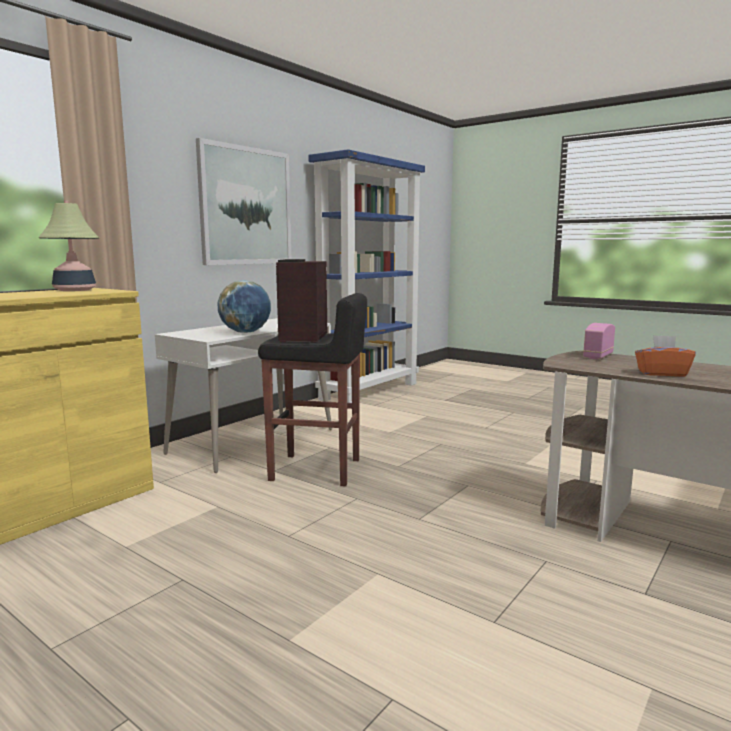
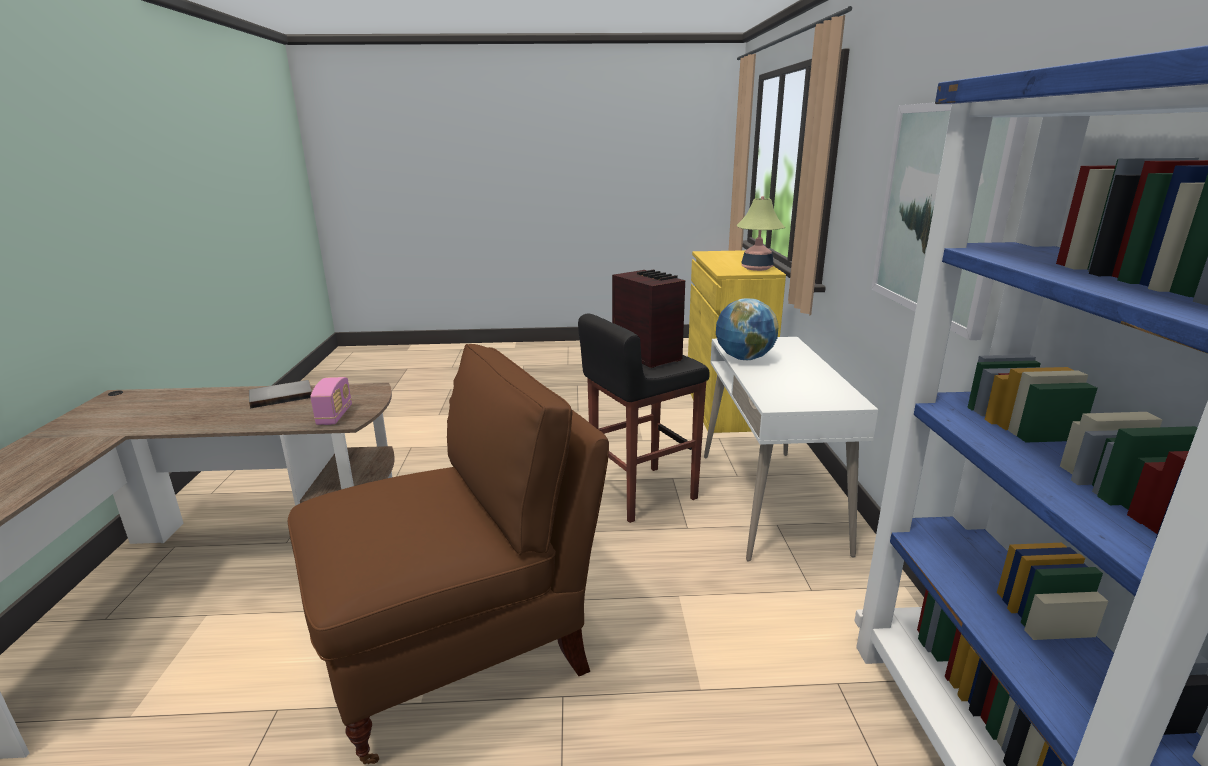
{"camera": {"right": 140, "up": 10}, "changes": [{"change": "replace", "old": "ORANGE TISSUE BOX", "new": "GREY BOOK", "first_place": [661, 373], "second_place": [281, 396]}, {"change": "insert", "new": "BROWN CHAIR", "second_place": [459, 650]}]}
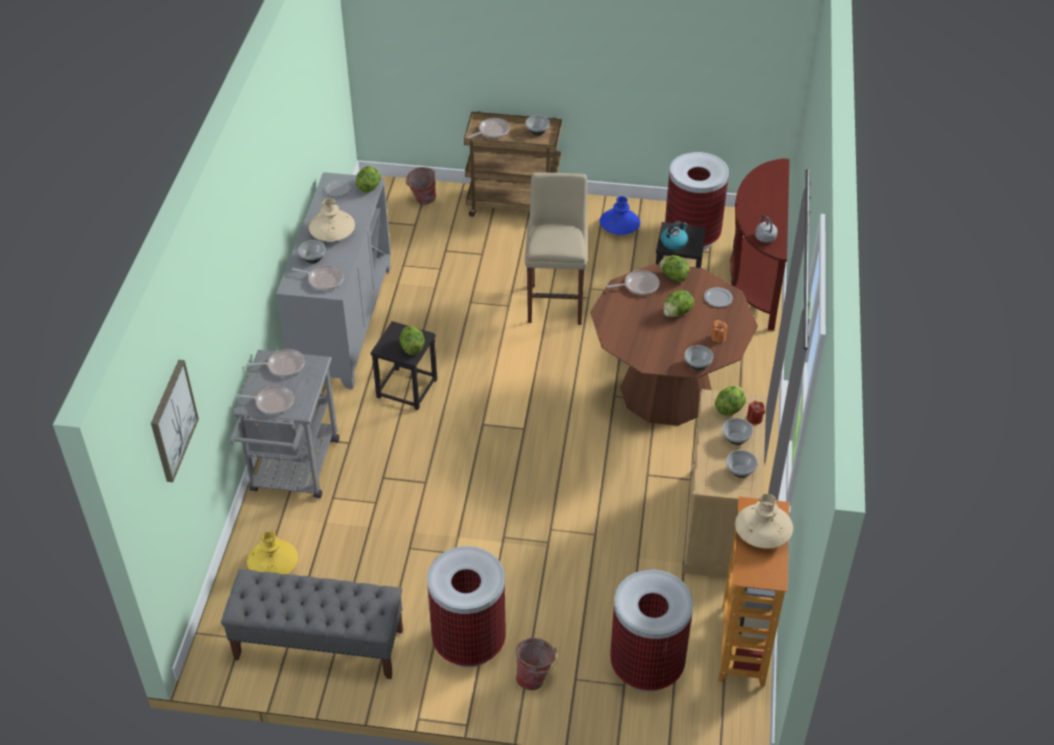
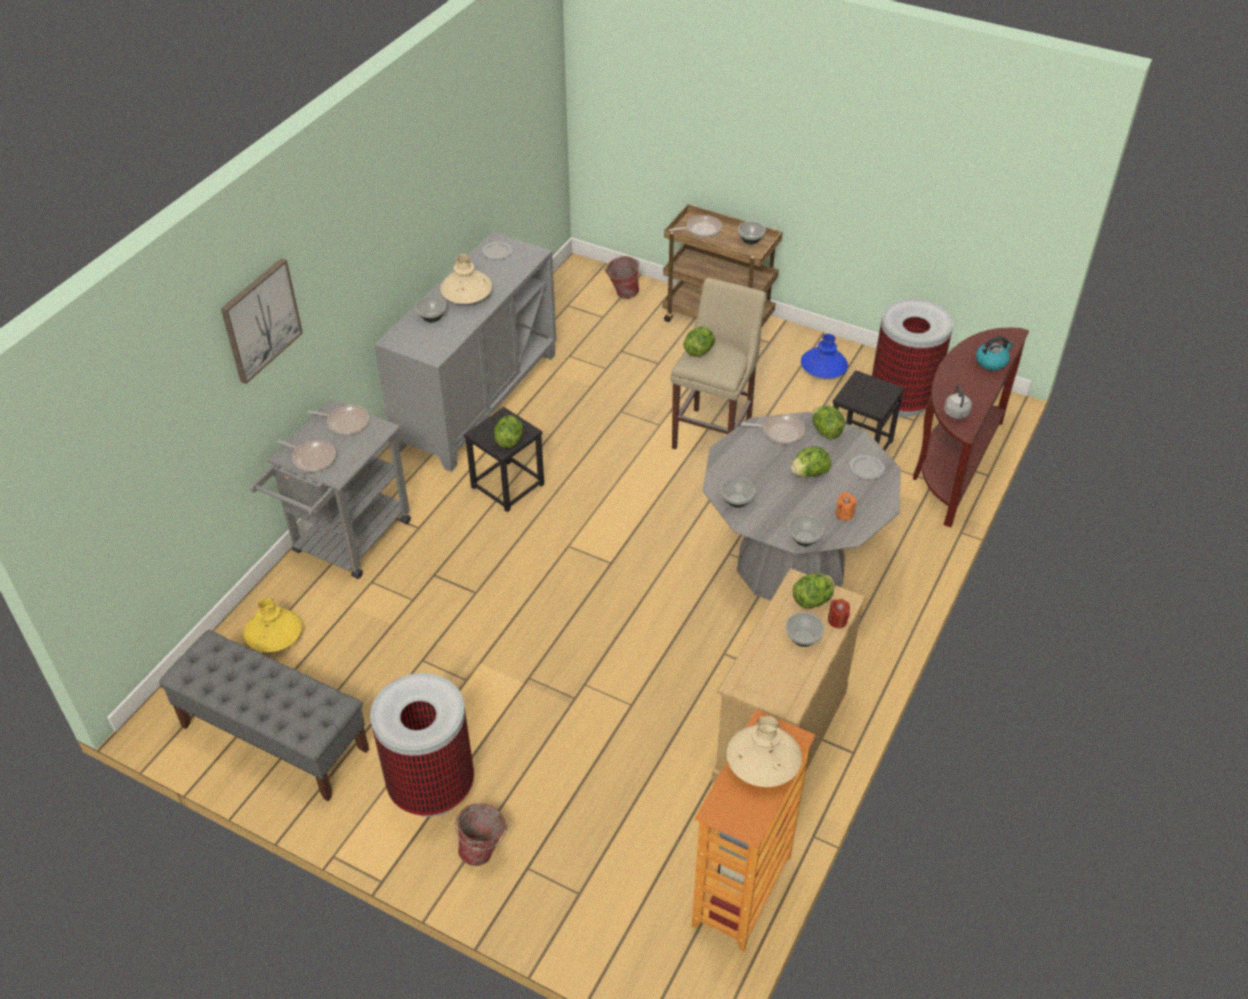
{"camera": {"right": 20, "up": 0}, "changes": [{"change": "move", "old": "LETTUCE", "first_place": [369, 187], "second_place": [699, 351]}, {"change": "move", "old": "KETTLE", "first_place": [674, 242], "second_place": [991, 362]}, {"change": "recolor", "old": "BROWN DINING TABLE", "new": "GREY DINING TABLE", "first_place": [666, 391], "second_place": [791, 564]}, {"change": "delete", "old": "FRYING PAN", "first_place": [324, 280]}, {"change": "move", "old": "PICTURE", "first_place": [172, 420], "second_place": [260, 320]}, {"change": "move", "old": "BOWL", "first_place": [740, 471], "second_place": [736, 501]}, {"change": "delete", "old": "TRASH CAN", "first_place": [646, 666]}]}
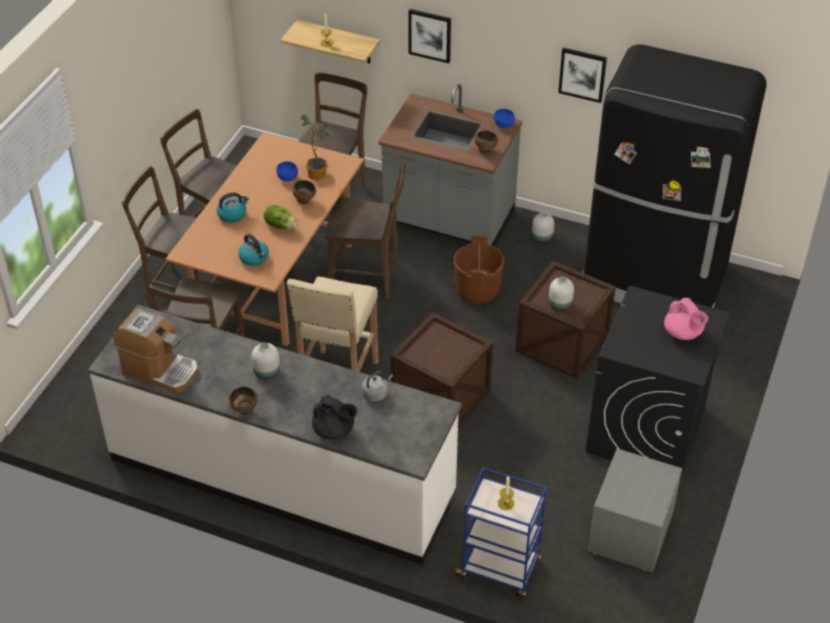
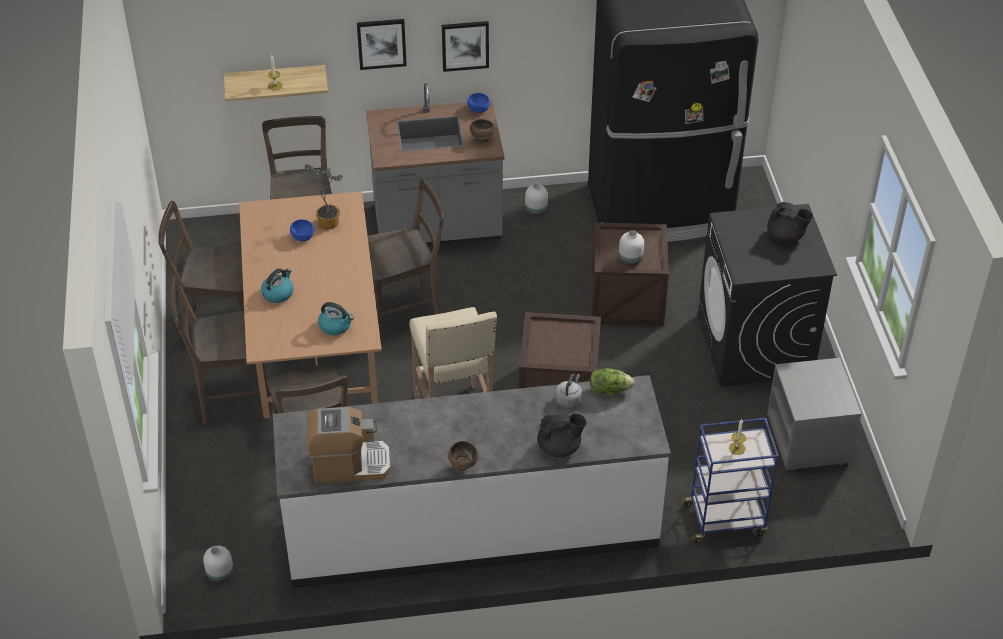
{"camera": {"right": -30, "up": 0}, "changes": [{"change": "move", "old": "PICTURE", "first_place": [582, 74], "second_place": [465, 45]}, {"change": "delete", "old": "BROWN BOWL", "first_place": [304, 201]}, {"change": "move", "old": "LETTUCE", "first_place": [280, 225], "second_place": [609, 389]}, {"change": "delete", "old": "BROWN BUCKET", "first_place": [477, 289]}, {"change": "recolor", "old": "PINK TEAPOT", "new": "BLACK TEAPOT", "first_place": [683, 333], "second_place": [786, 236]}, {"change": "move", "old": "WHITE VASE", "first_place": [266, 372], "second_place": [219, 574]}]}
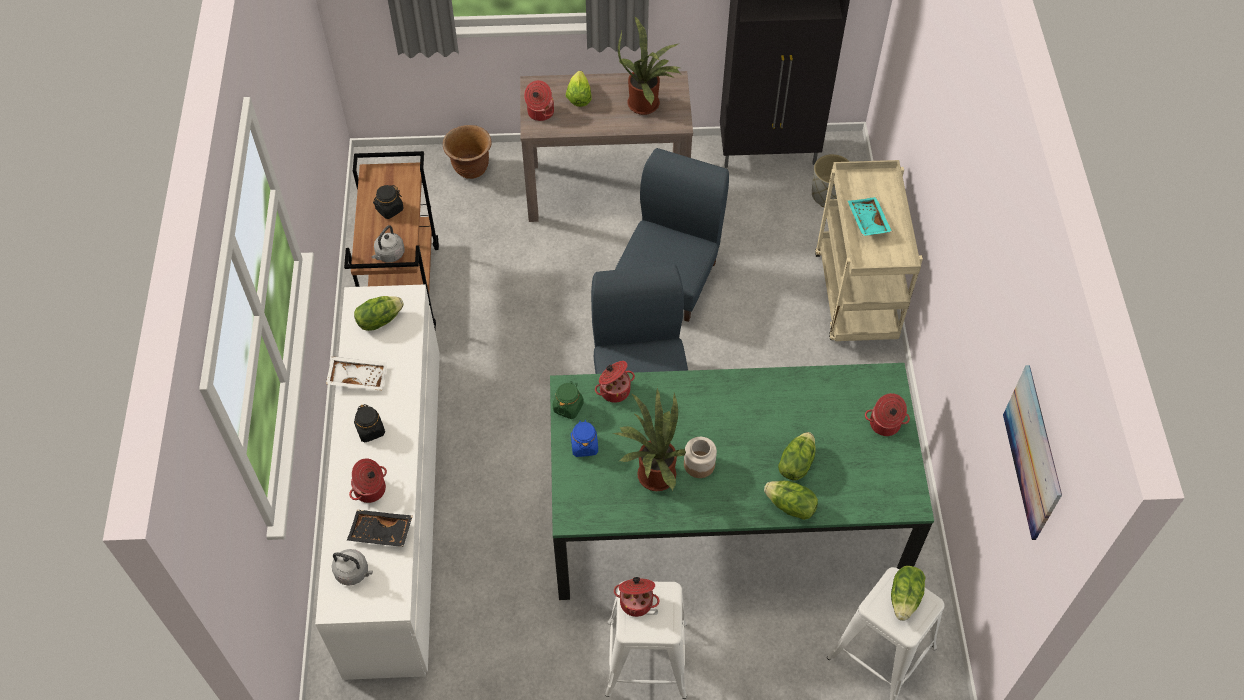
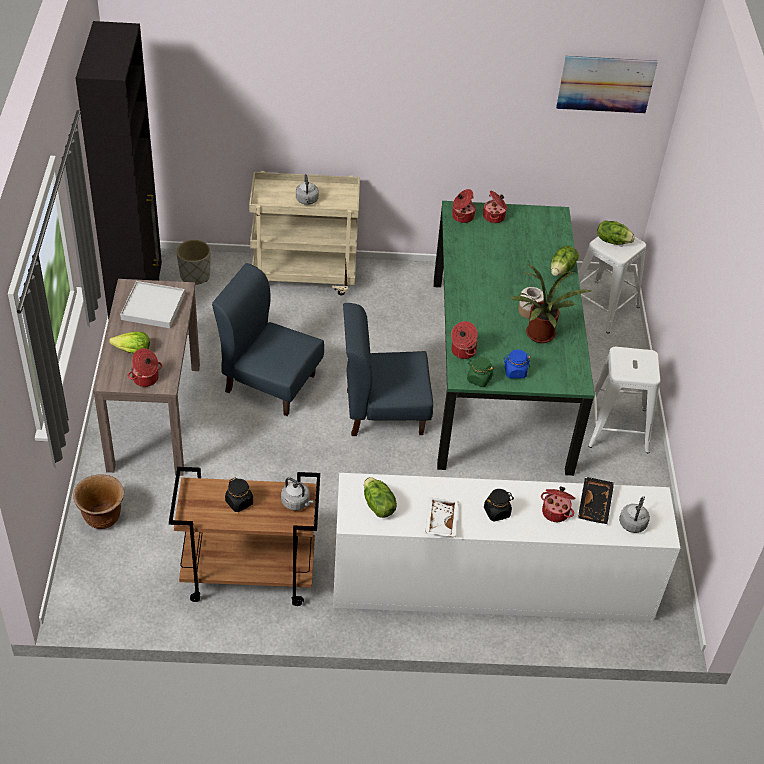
{"camera": {"right": -90, "up": -10}, "changes": [{"change": "replace", "old": "POTTED PLANT", "new": "WHITE TRAY", "first_place": [647, 104], "second_place": [153, 307]}, {"change": "replace", "old": "TURQUOISE TRAY", "new": "GREY KETTLE", "first_place": [867, 221], "second_place": [307, 200]}, {"change": "delete", "old": "LETTUCE", "first_place": [795, 464]}, {"change": "move", "old": "COOKING POT", "first_place": [636, 601], "second_place": [462, 216]}]}
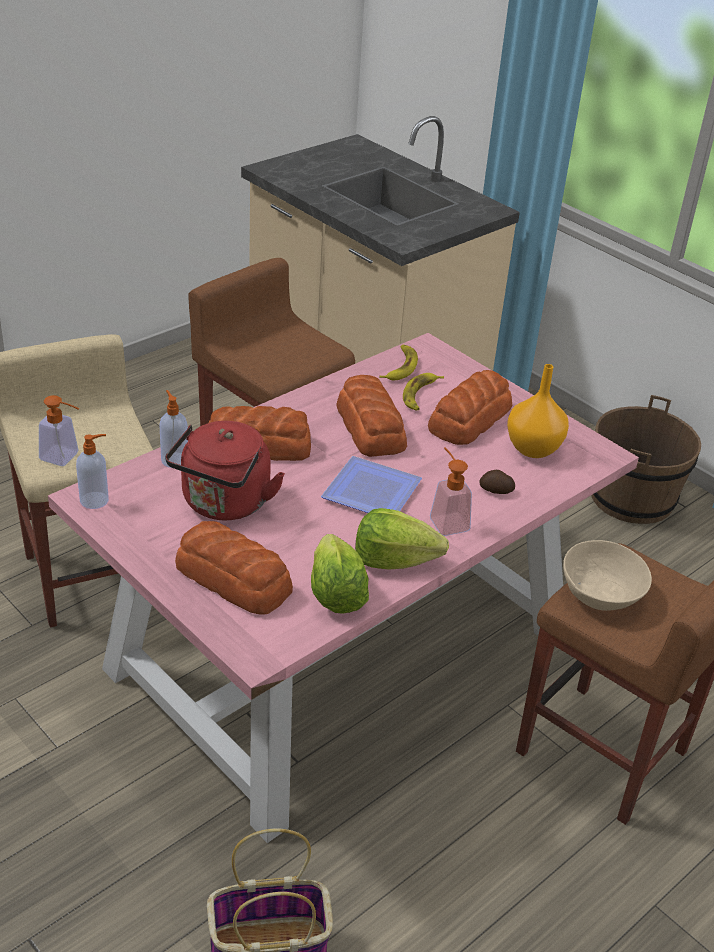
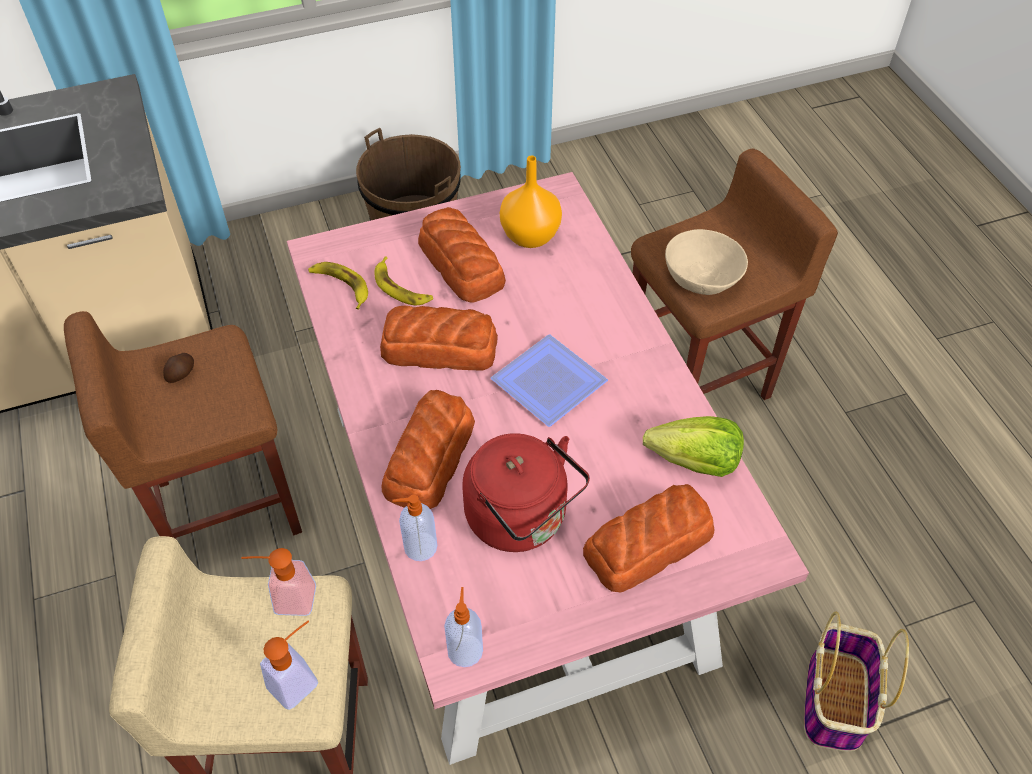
{"camera": {"right": -65, "up": 15}, "changes": [{"change": "move", "old": "SOAP DISPENSER", "first_place": [446, 520], "second_place": [286, 599]}, {"change": "move", "old": "POTATO", "first_place": [496, 491], "second_place": [182, 373]}, {"change": "delete", "old": "LETTUCE", "first_place": [394, 560]}]}
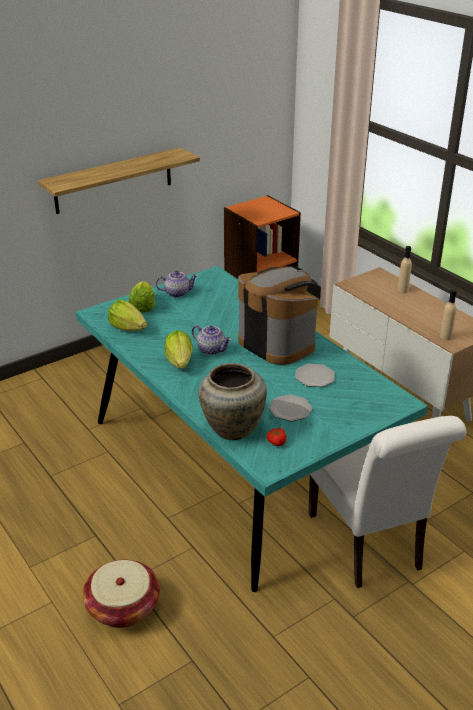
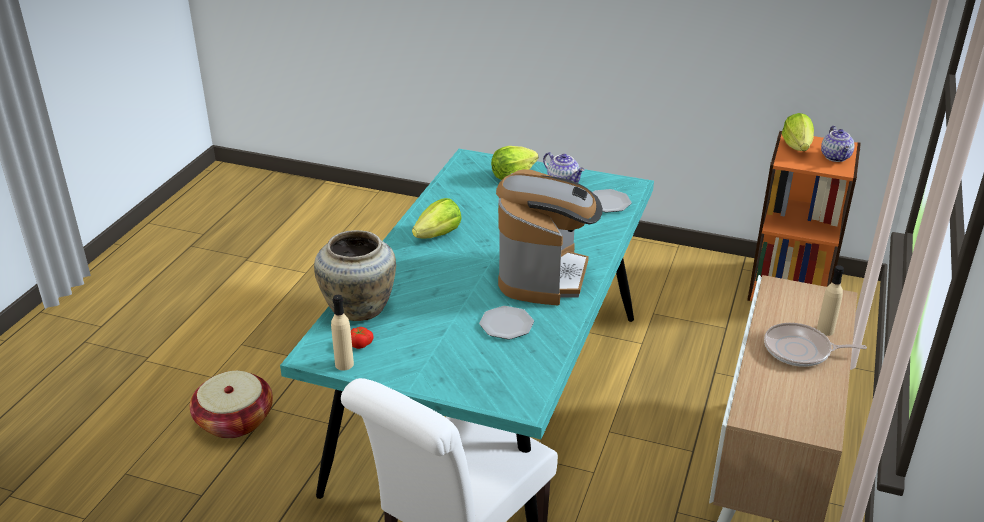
{"camera": {"right": 55, "up": 0}, "changes": [{"change": "delete", "old": "SHELF", "first_place": [113, 180]}, {"change": "move", "old": "BEIGE BOTTLE", "first_place": [445, 337], "second_place": [344, 364]}, {"change": "move", "old": "LETTUCE", "first_place": [128, 328], "second_place": [797, 147]}, {"change": "move", "old": "TEAPOT", "first_place": [212, 349], "second_place": [836, 157]}, {"change": "move", "old": "PLATE", "first_place": [290, 409], "second_place": [608, 202]}, {"change": "insert", "new": "FRYING PAN", "second_place": [800, 350]}]}
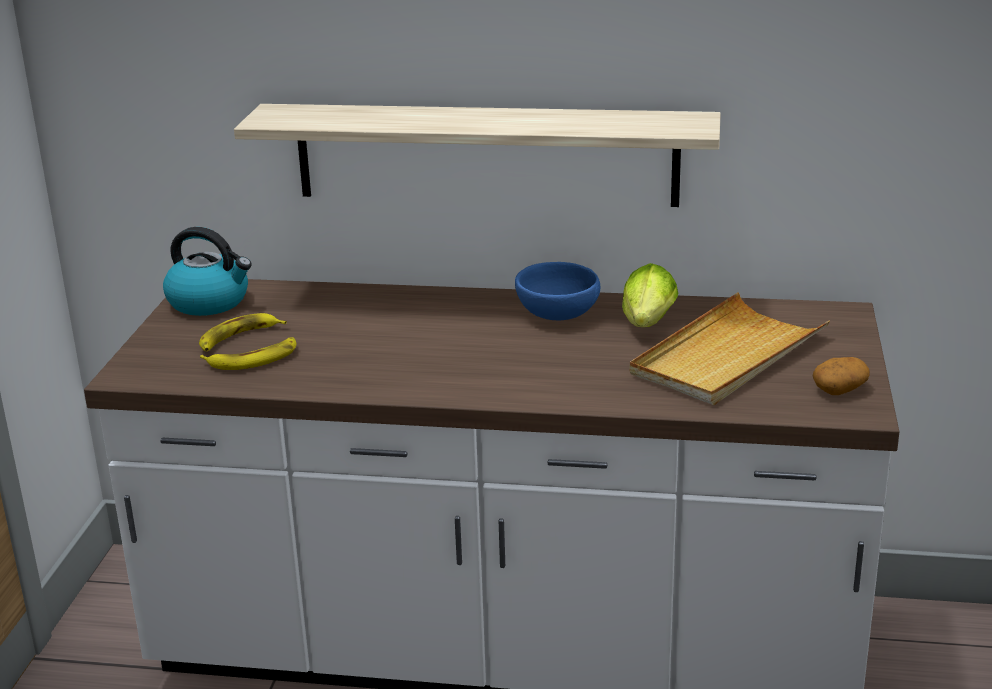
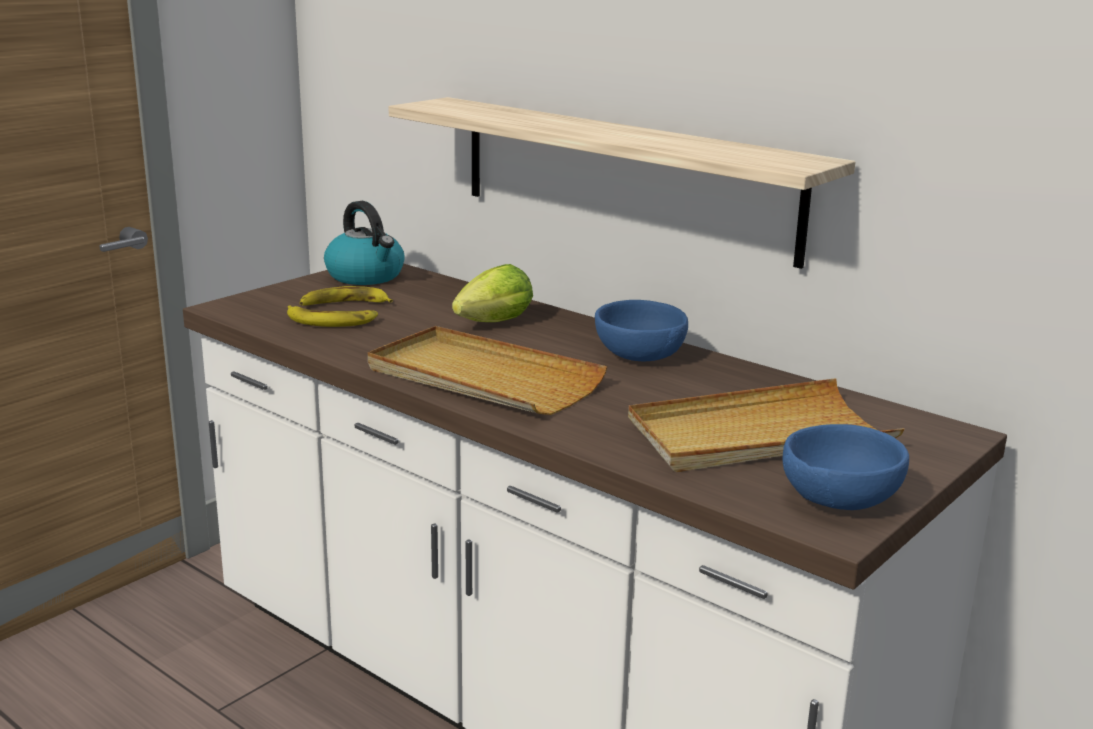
{"camera": {"right": 30, "up": -5}, "changes": [{"change": "move", "old": "LETTUCE", "first_place": [647, 326], "second_place": [490, 324]}, {"change": "replace", "old": "POTATO", "new": "BLUE BOWL", "first_place": [839, 389], "second_place": [842, 500]}, {"change": "insert", "new": "BEIGE TRAY", "second_place": [482, 378]}]}
